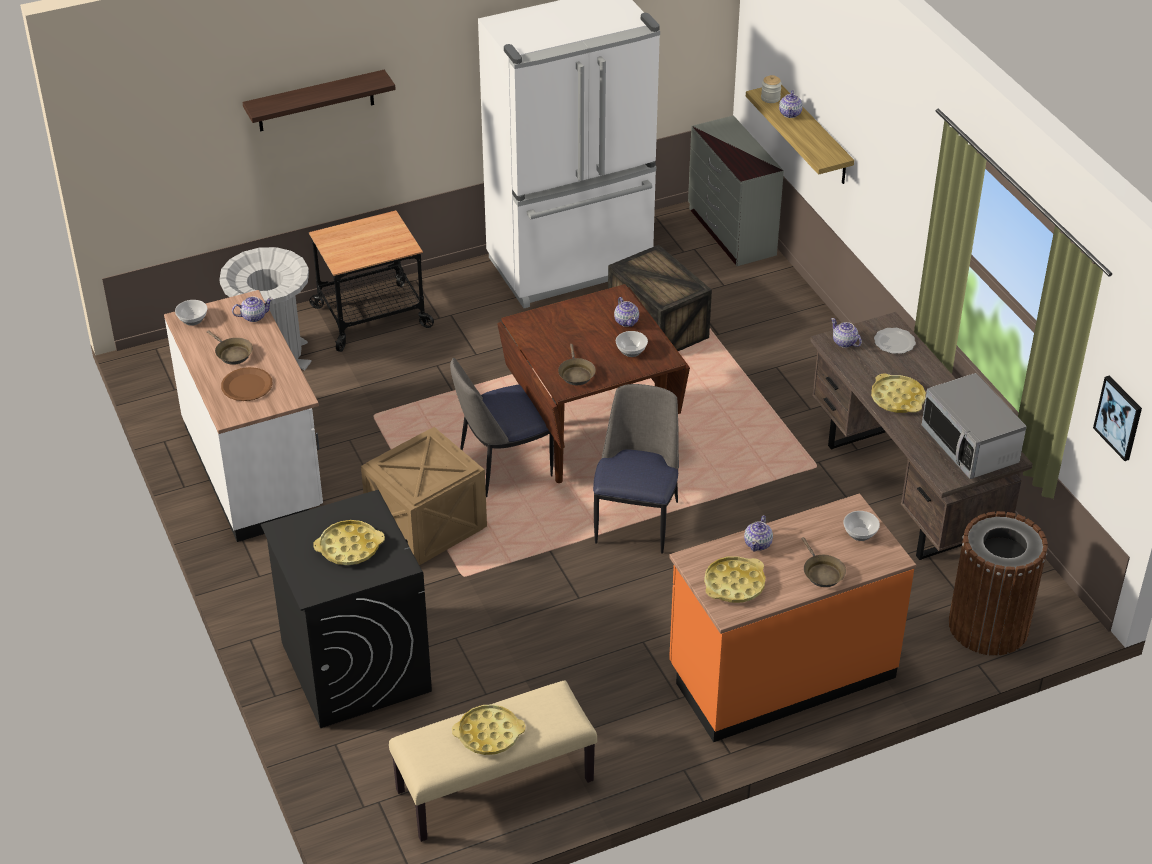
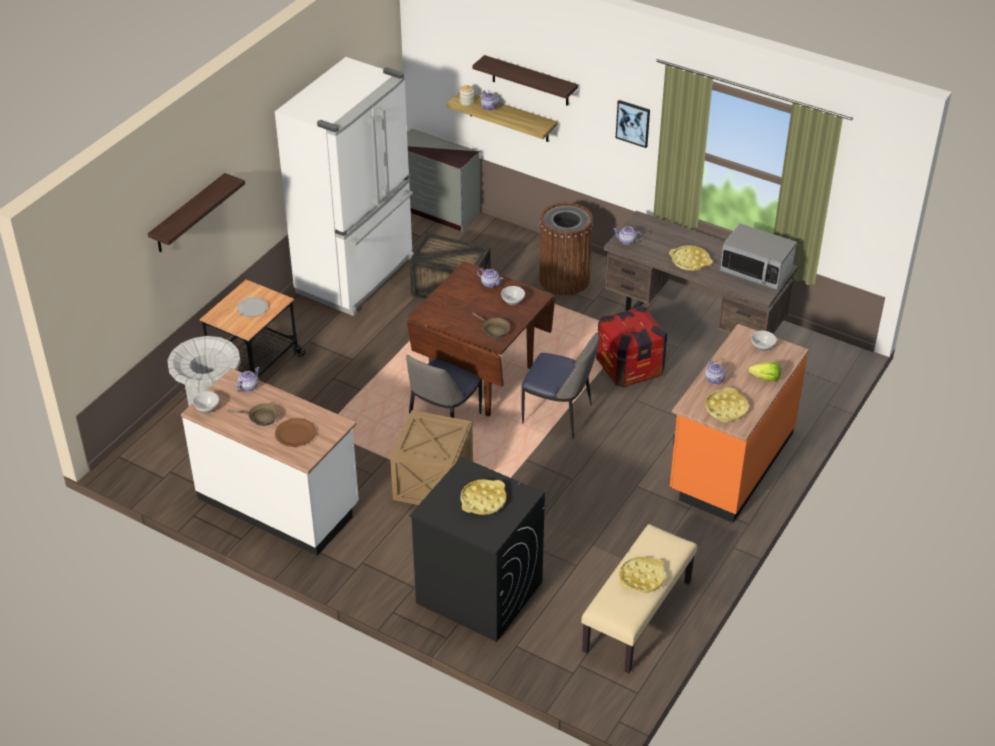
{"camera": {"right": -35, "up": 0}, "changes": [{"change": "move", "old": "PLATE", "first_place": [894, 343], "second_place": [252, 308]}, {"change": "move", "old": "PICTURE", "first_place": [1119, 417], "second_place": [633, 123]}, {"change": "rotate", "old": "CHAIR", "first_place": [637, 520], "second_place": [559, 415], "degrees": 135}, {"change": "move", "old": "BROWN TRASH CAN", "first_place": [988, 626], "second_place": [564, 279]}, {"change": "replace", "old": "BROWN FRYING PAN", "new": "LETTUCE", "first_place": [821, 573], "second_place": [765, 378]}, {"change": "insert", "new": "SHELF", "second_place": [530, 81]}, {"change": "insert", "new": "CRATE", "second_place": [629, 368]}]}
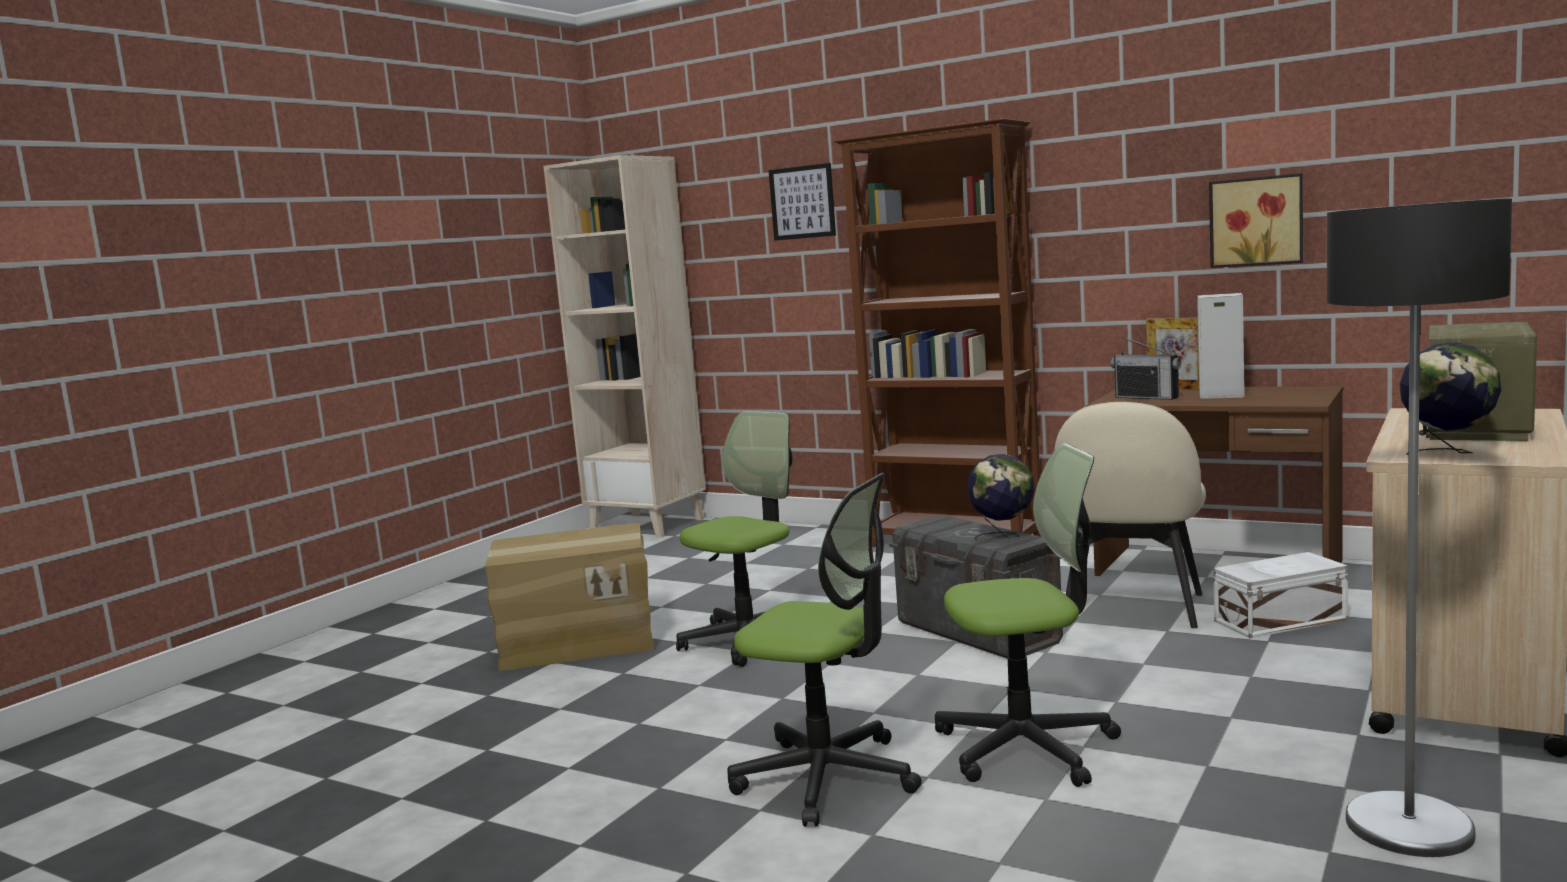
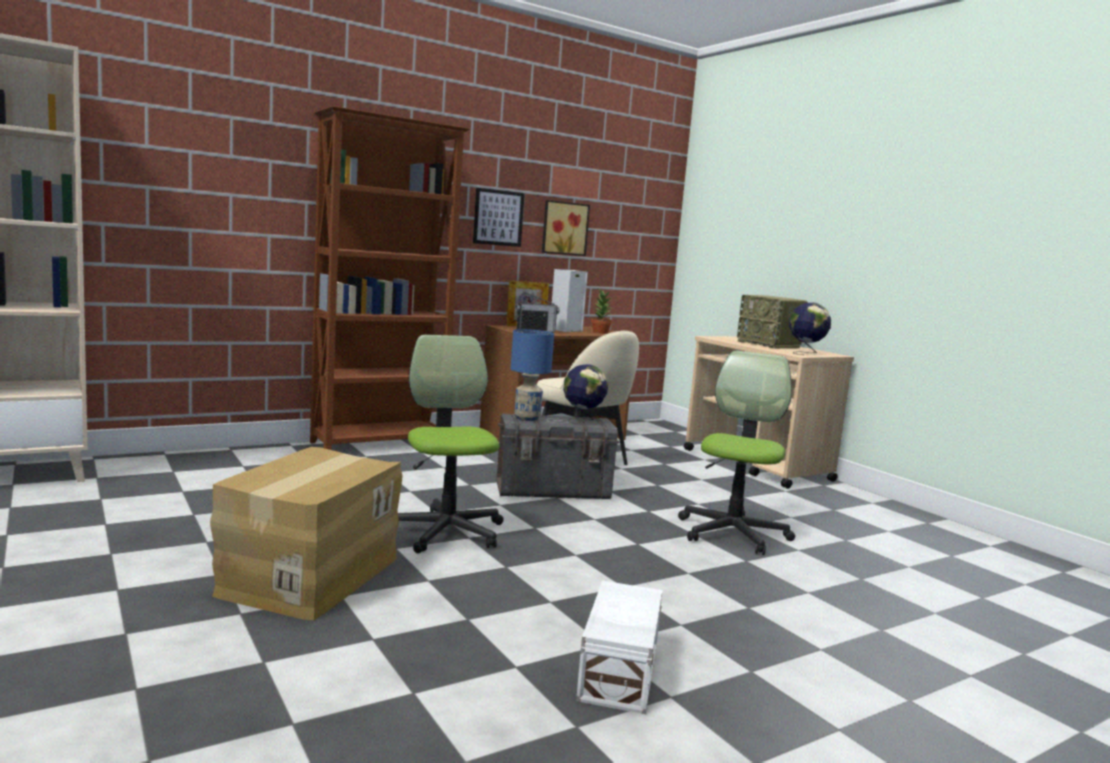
{"camera": {"right": -65, "up": 0}, "changes": [{"change": "move", "old": "PICTURE", "first_place": [802, 202], "second_place": [498, 217]}, {"change": "delete", "old": "FLOOR LAMP", "first_place": [1410, 827]}, {"change": "delete", "old": "OFFICE CHAIR", "first_place": [827, 777]}, {"change": "move", "old": "WHITE STORAGE BOX", "first_place": [1277, 620], "second_place": [616, 672]}, {"change": "insert", "new": "POTTED PLANT", "second_place": [600, 332]}, {"change": "insert", "new": "BLUE TABLE LAMP", "second_place": [527, 418]}]}
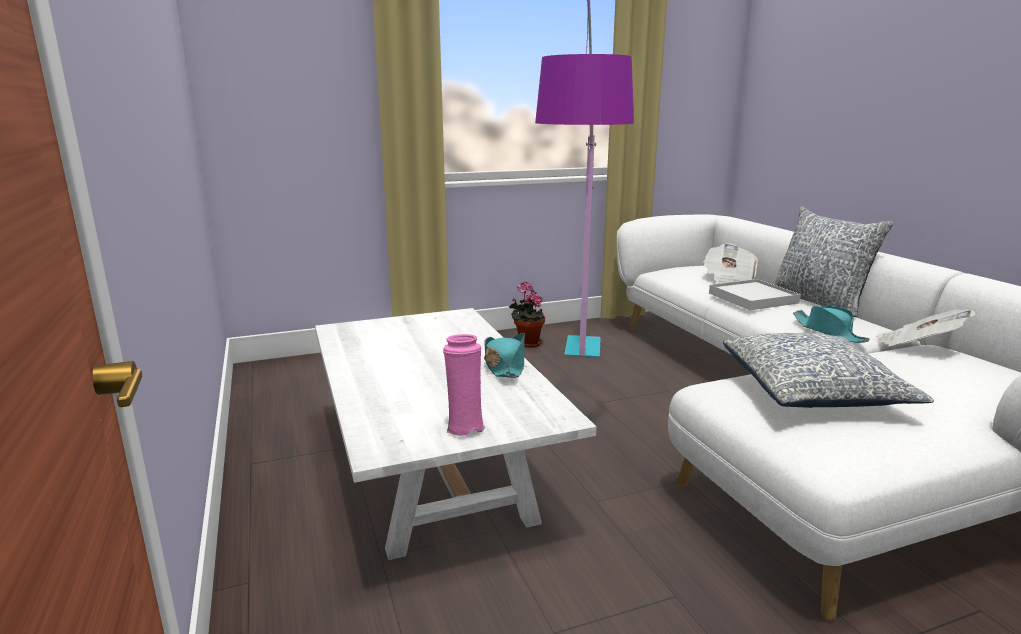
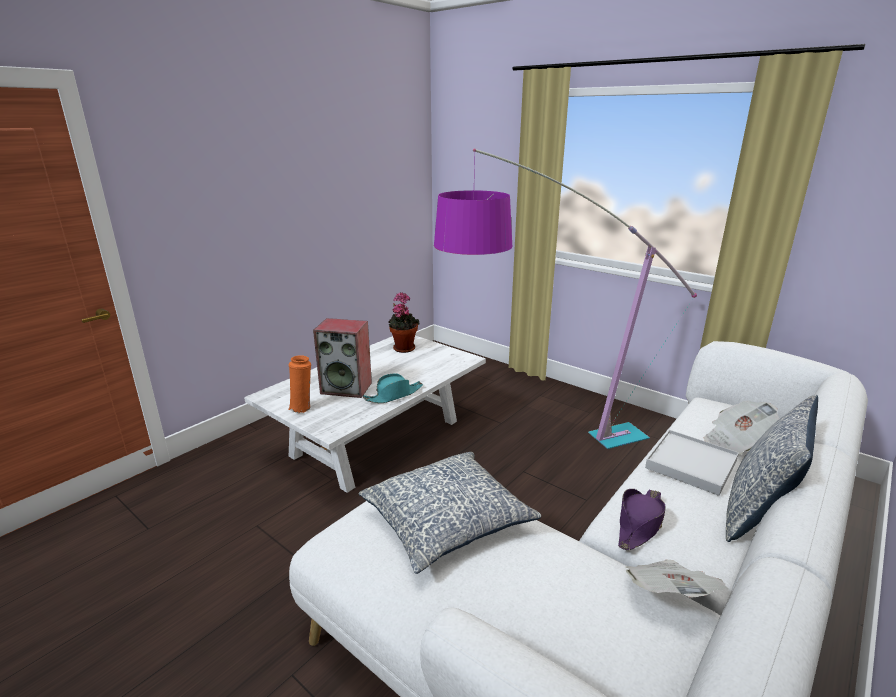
{"camera": {"right": 60, "up": 5}, "changes": [{"change": "move", "old": "POTTED PLANT", "first_place": [527, 343], "second_place": [403, 348]}, {"change": "recolor", "old": "TURQUOISE HAT", "new": "PURPLE HAT", "first_place": [828, 332], "second_place": [639, 524]}, {"change": "recolor", "old": "PINK VASE", "new": "ORANGE VASE", "first_place": [464, 427], "second_place": [302, 407]}, {"change": "insert", "new": "SPEAKER", "second_place": [347, 388]}]}
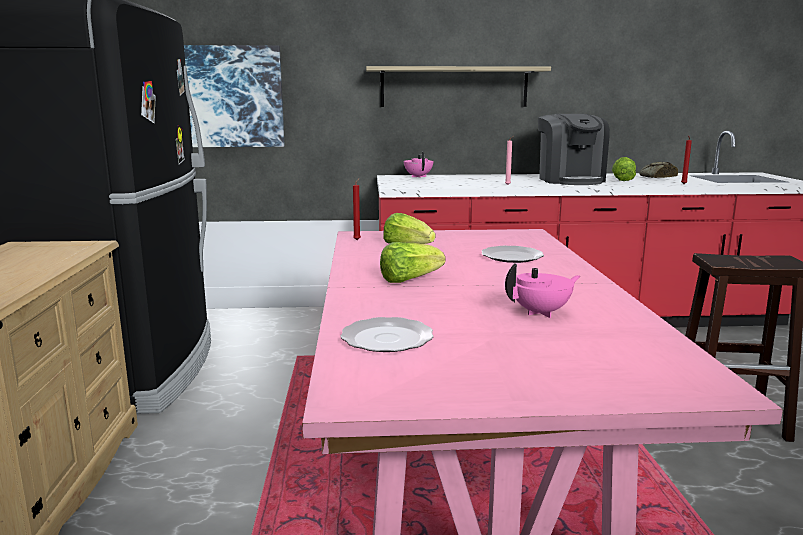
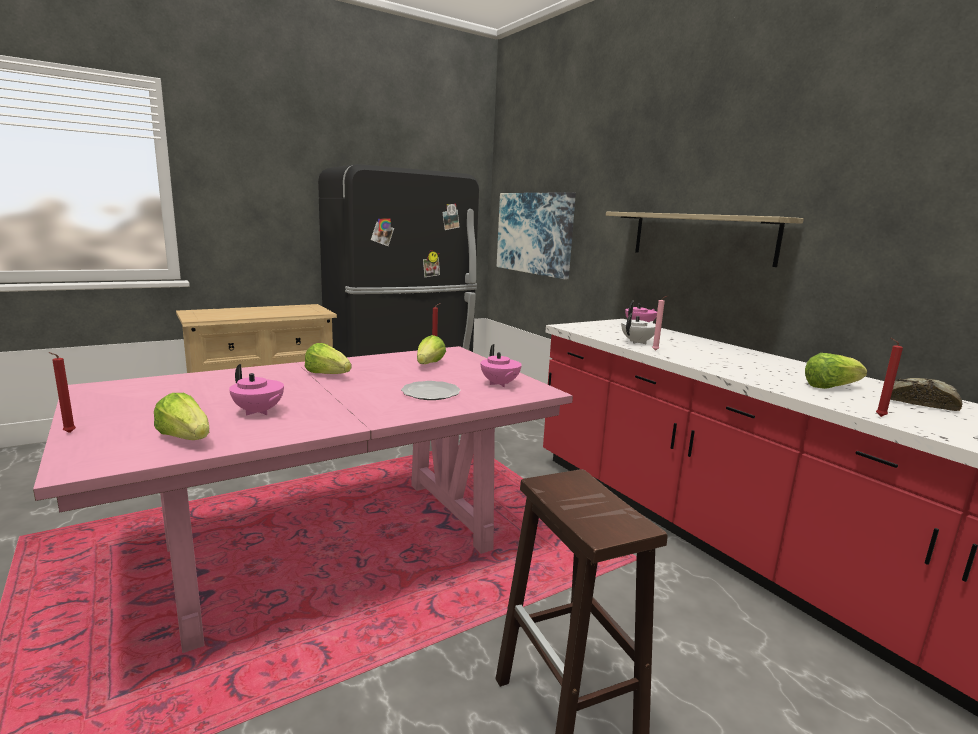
{"camera": {"right": 60, "up": 0}, "changes": [{"change": "delete", "old": "COFFEE MACHINE", "first_place": [570, 180]}, {"change": "delete", "old": "PLATE", "first_place": [385, 339]}, {"change": "insert", "new": "WHITE TEAPOT", "second_place": [638, 342]}, {"change": "insert", "new": "PINK TEAPOT", "second_place": [499, 384]}, {"change": "insert", "new": "RED CANDLE", "second_place": [68, 433]}, {"change": "insert", "new": "LETTUCE", "second_place": [186, 438]}]}
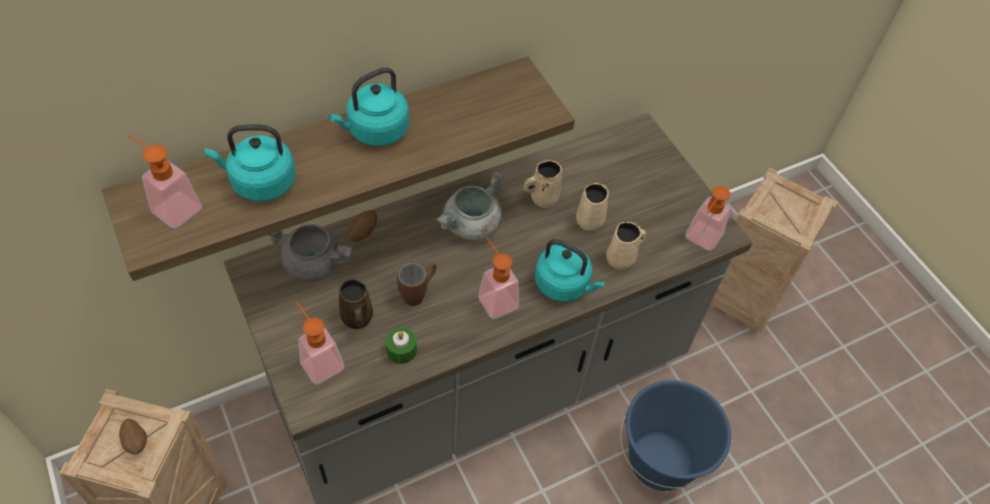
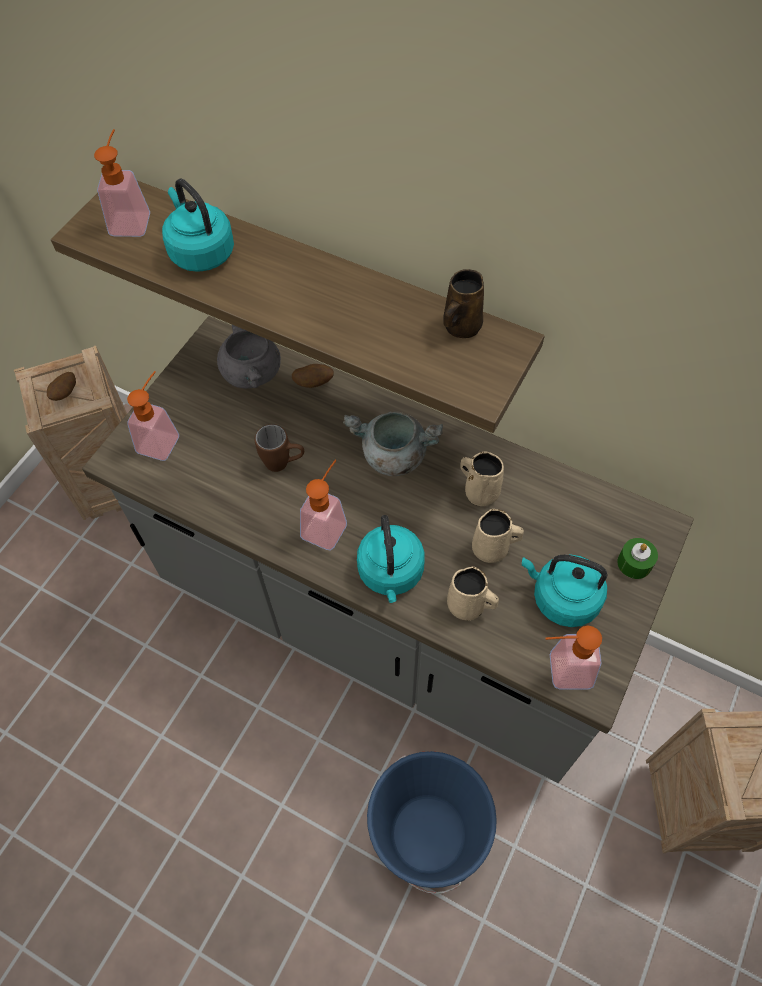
{"camera": {"right": 60, "up": 5}, "changes": [{"change": "move", "old": "TURQUOISE KETTLE", "first_place": [375, 131], "second_place": [561, 598]}, {"change": "move", "old": "BROWN MUG", "first_place": [357, 319], "second_place": [460, 327]}, {"change": "move", "old": "GREEN CANDLE", "first_place": [401, 350], "second_place": [634, 563]}]}
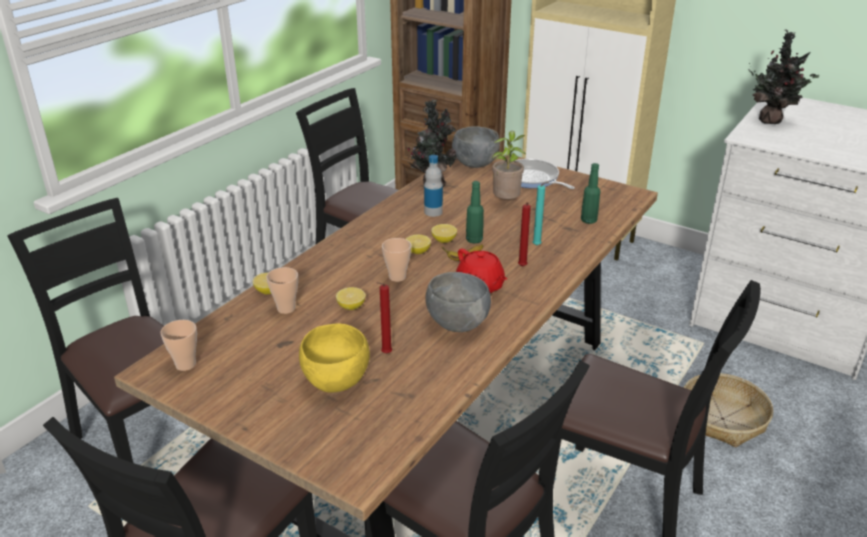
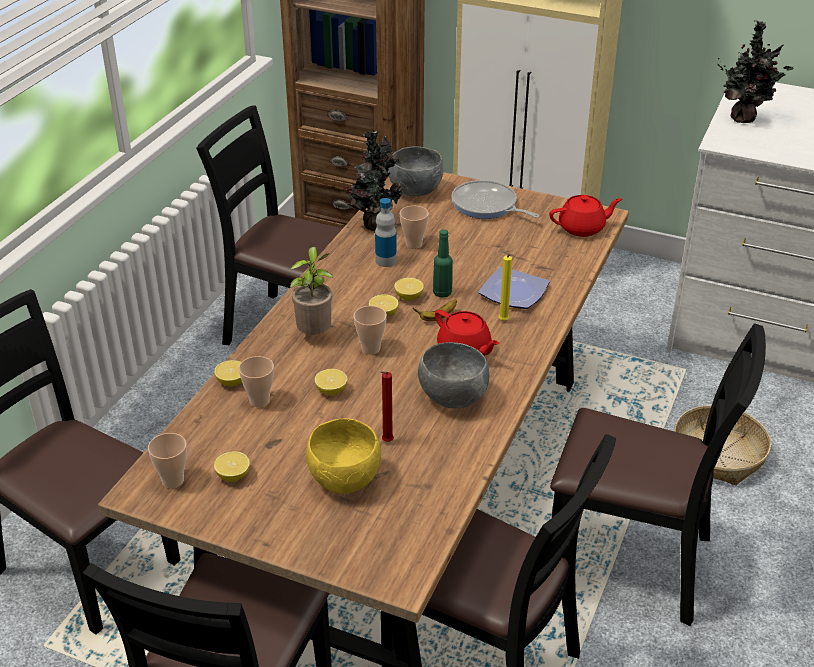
{"camera": {"right": -10, "up": 5}, "changes": [{"change": "move", "old": "POTTED PLANT", "first_place": [506, 202], "second_place": [315, 334]}, {"change": "delete", "old": "GREEN BOTTLE", "first_place": [588, 220]}, {"change": "replace", "old": "TURQUOISE CANDLE", "new": "PLATE", "first_place": [538, 246], "second_place": [514, 293]}, {"change": "recolor", "old": "RED CANDLE", "new": "YELLOW CANDLE", "first_place": [522, 267], "second_place": [503, 322]}, {"change": "insert", "new": "RED TEAPOT", "second_place": [582, 228]}, {"change": "insert", "new": "CUP", "second_place": [414, 244]}, {"change": "insert", "new": "LEMON", "second_place": [233, 476]}]}
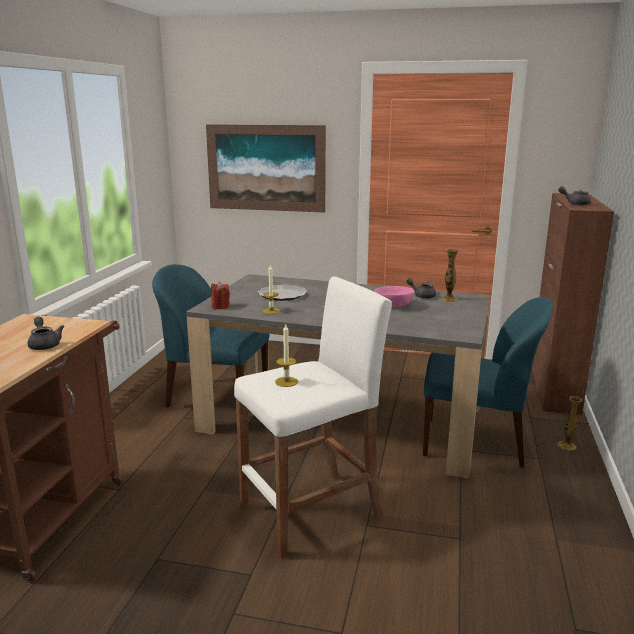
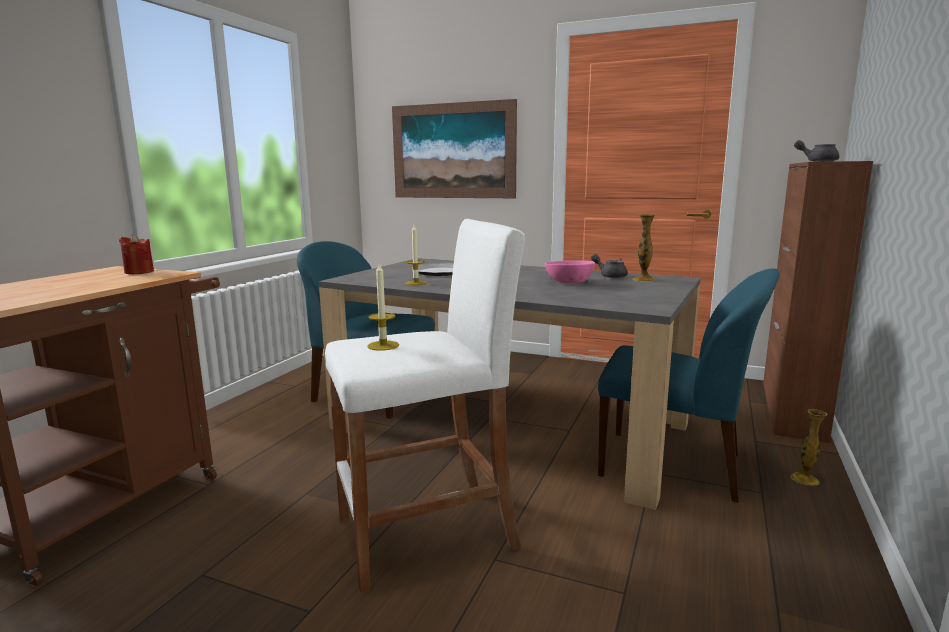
{"camera": {"right": 10, "up": -5}, "changes": [{"change": "move", "old": "RED CANDLE", "first_place": [220, 306], "second_place": [139, 272]}, {"change": "delete", "old": "GREY TEAPOT", "first_place": [44, 344]}]}
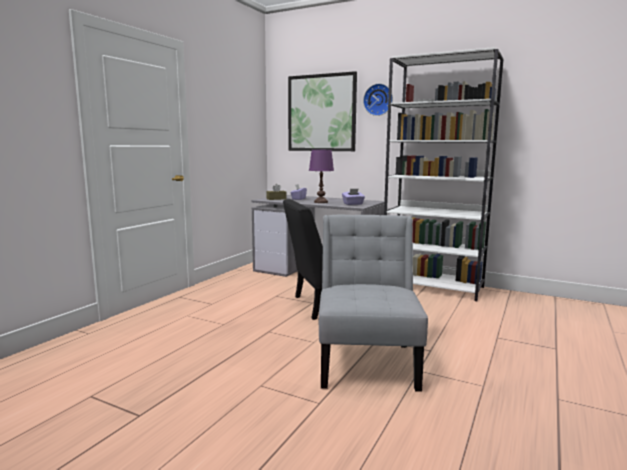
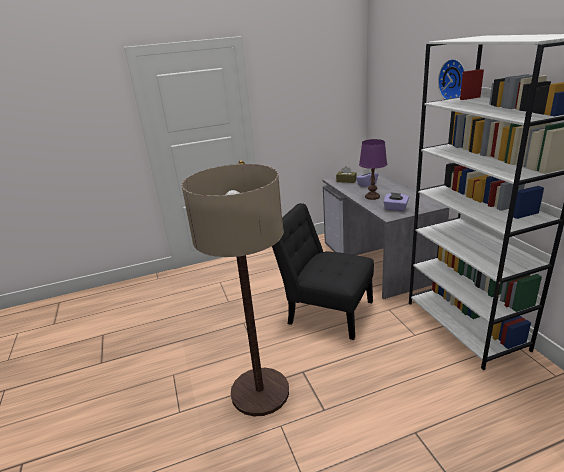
{"camera": {"right": 45, "up": 15}, "changes": [{"change": "delete", "old": "PICTURE", "first_place": [321, 113]}, {"change": "replace", "old": "GREY CHAIR", "new": "FLOOR LAMP", "first_place": [367, 361], "second_place": [260, 392]}]}
